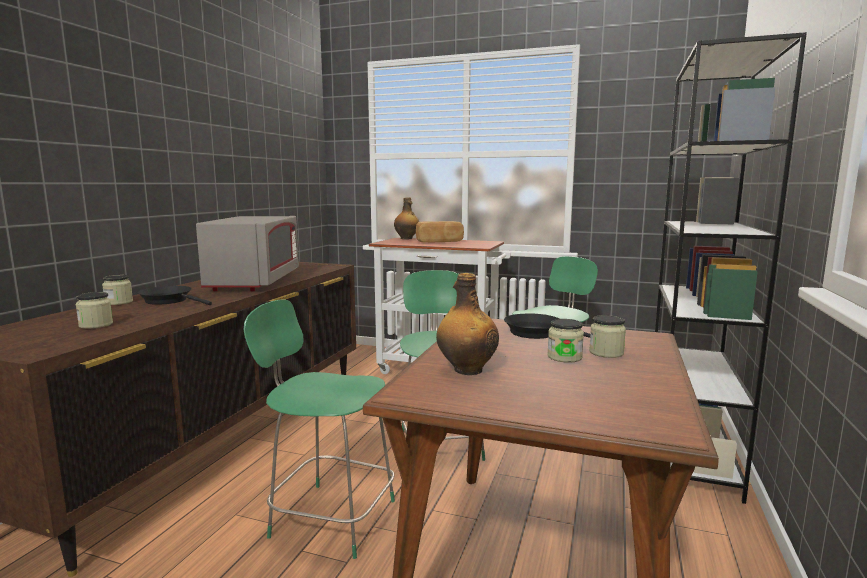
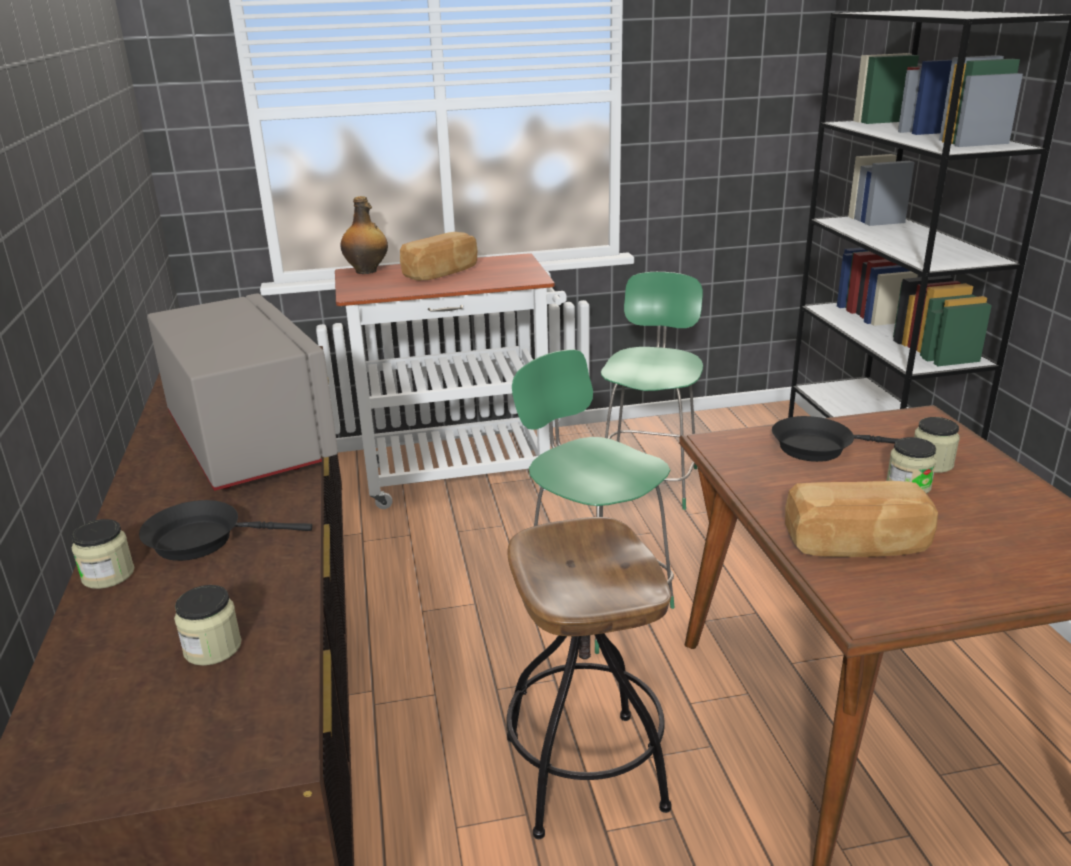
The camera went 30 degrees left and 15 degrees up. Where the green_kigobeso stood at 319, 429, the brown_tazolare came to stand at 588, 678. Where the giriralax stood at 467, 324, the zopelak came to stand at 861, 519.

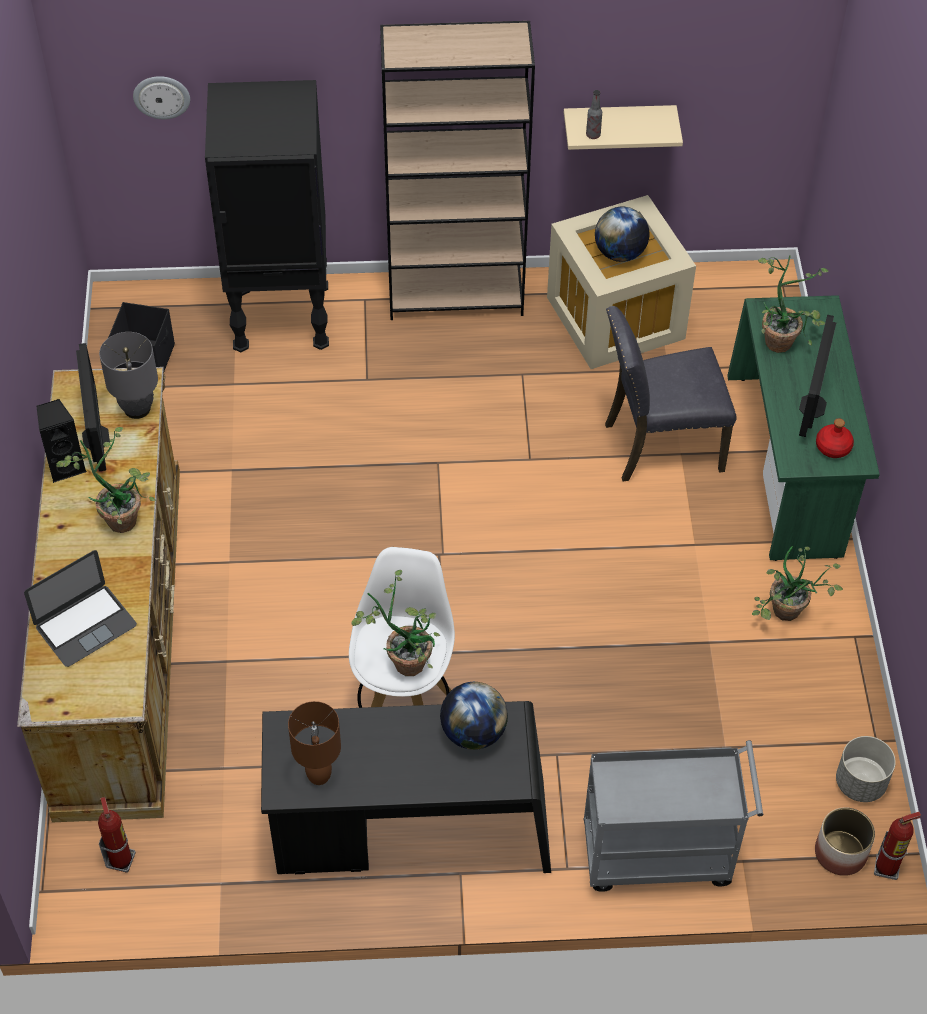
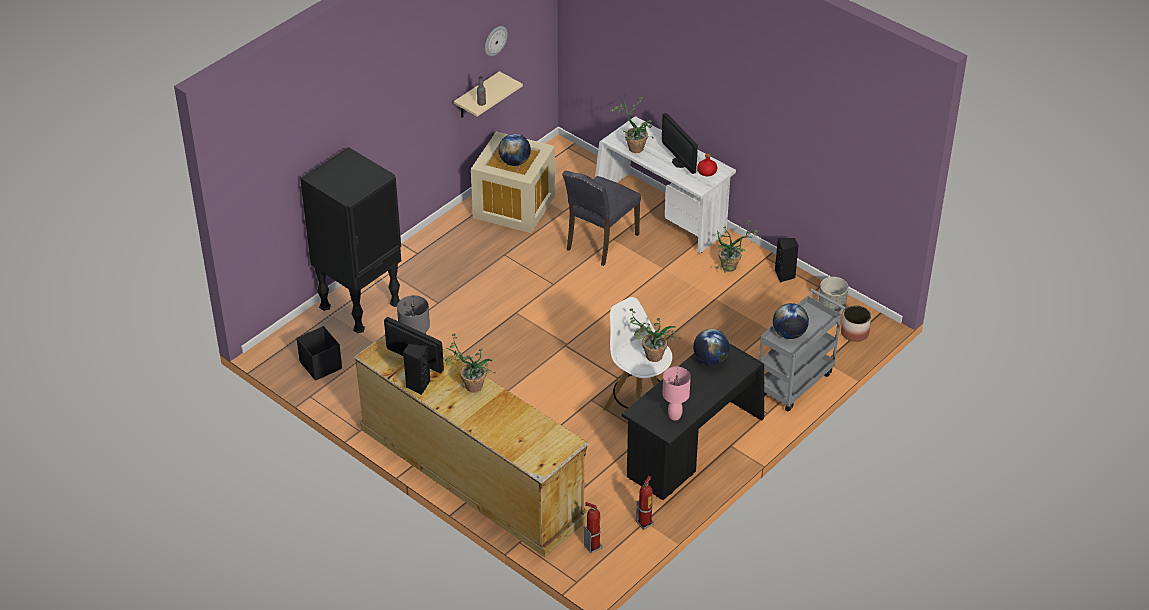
The camera went 45 degrees left and 10 degrees down. The second view lost the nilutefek at 80, 608. The second view lost the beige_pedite at 457, 170. The second view gained the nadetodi at 791, 321. The second view gained the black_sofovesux at 787, 260. The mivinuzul ended up elsewhere, having gone from 161, 97 to 496, 41. The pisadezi ended up elsewhere, having gone from 897, 846 to 645, 503. What was the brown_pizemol at 314, 743 turned into the pink_pizemol at 676, 394. What was the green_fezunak at 803, 428 turned into the white_fezunak at 665, 184.

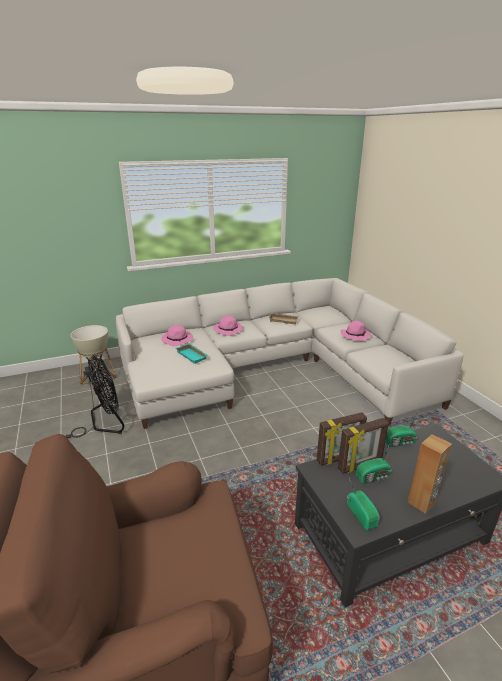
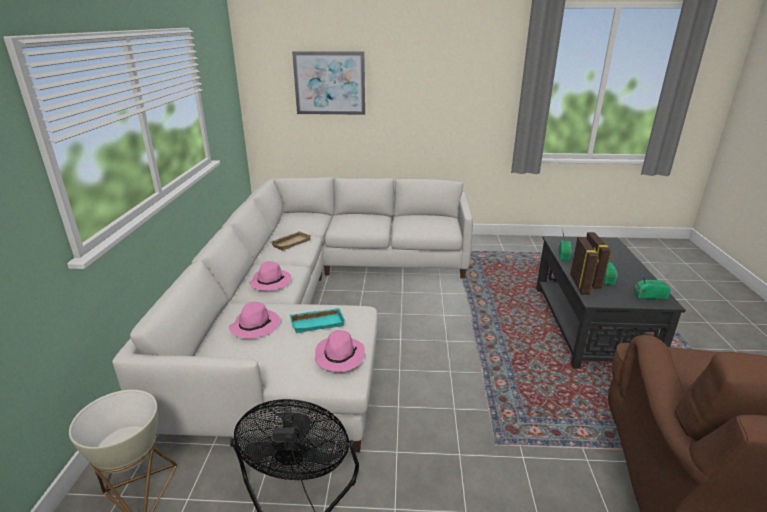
The camera went 65 degrees left and 0 degrees up. The second view lost the brown_sofovesux at 430, 474. The second view gained the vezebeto at 328, 83. The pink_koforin ended up elsewhere, having gone from 355, 331 to 339, 351.

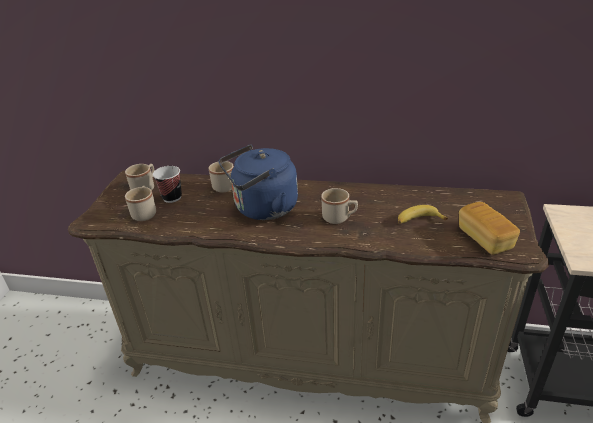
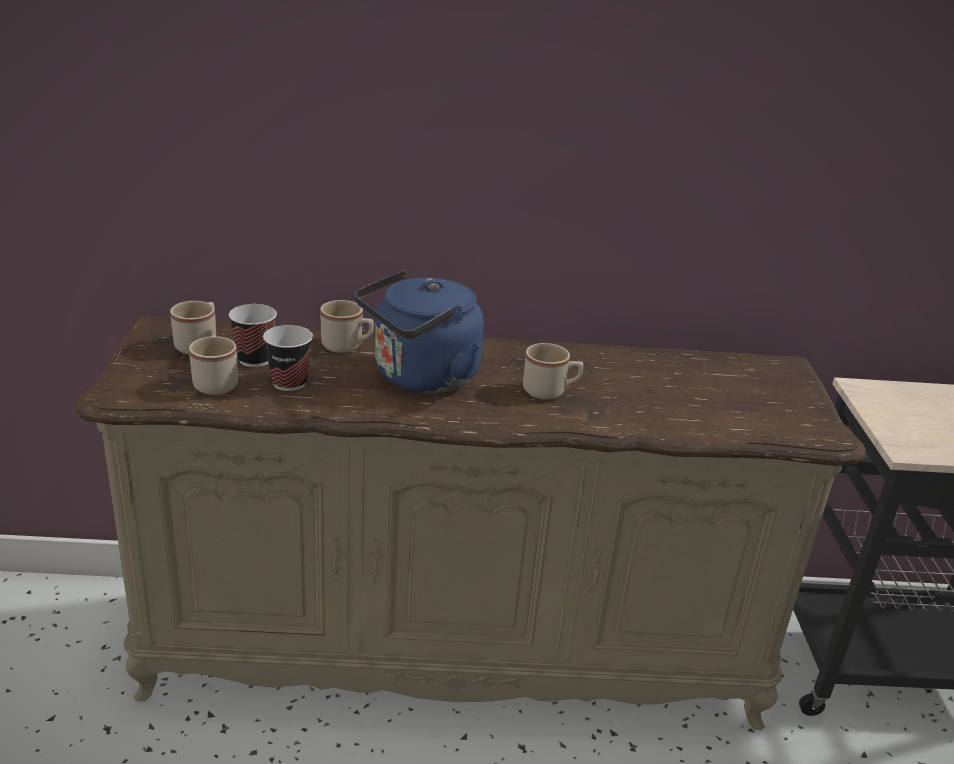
The camera went 15 degrees left and 5 degrees down. The second view lost the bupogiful at 423, 214. The second view lost the zopelak at 489, 228. The second view gained the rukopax at 288, 358.

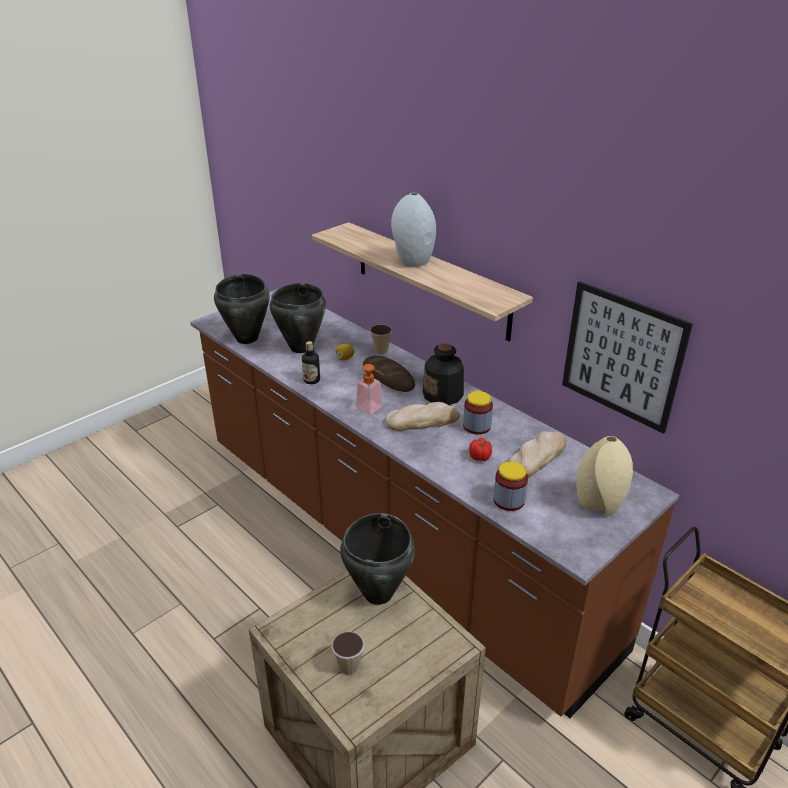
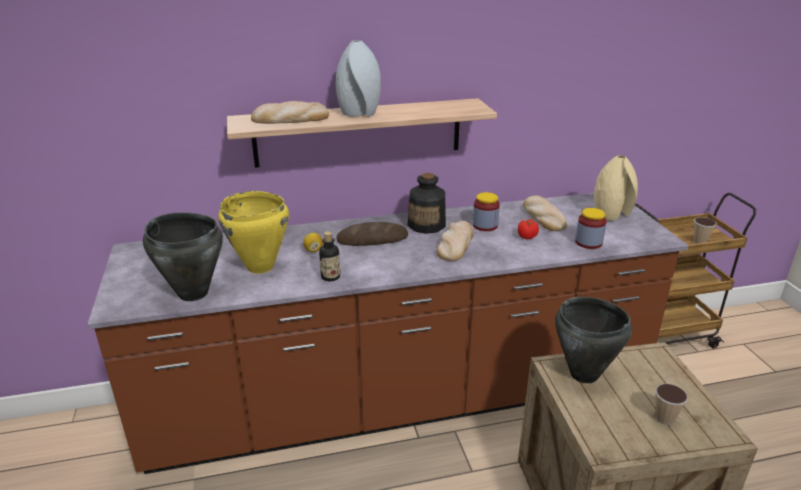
The camera went 60 degrees left and 5 degrees down. The second view lost the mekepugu at 370, 389. The second view lost the vezebeto at 627, 357. The second view gained the zopelak at 290, 112. The rukopax ended up elsewhere, having gone from 381, 340 to 705, 230. What was the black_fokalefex at 297, 318 turned into the yellow_fokalefex at 253, 232.

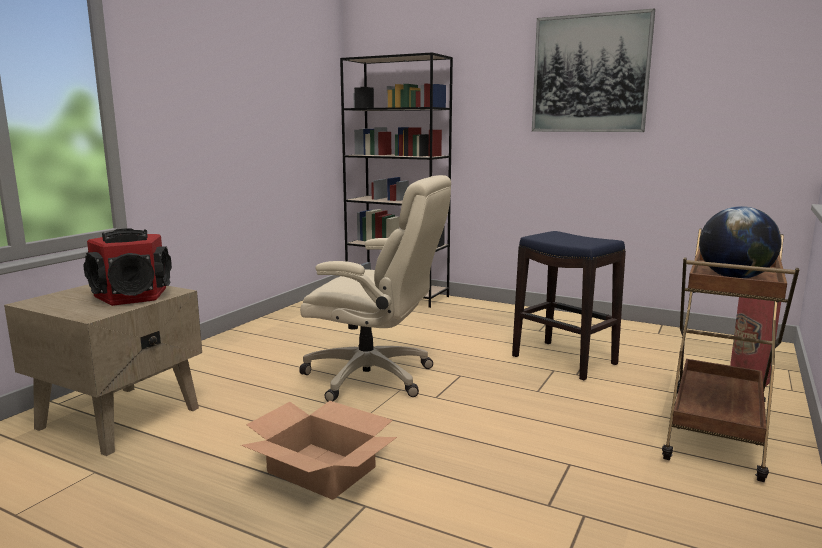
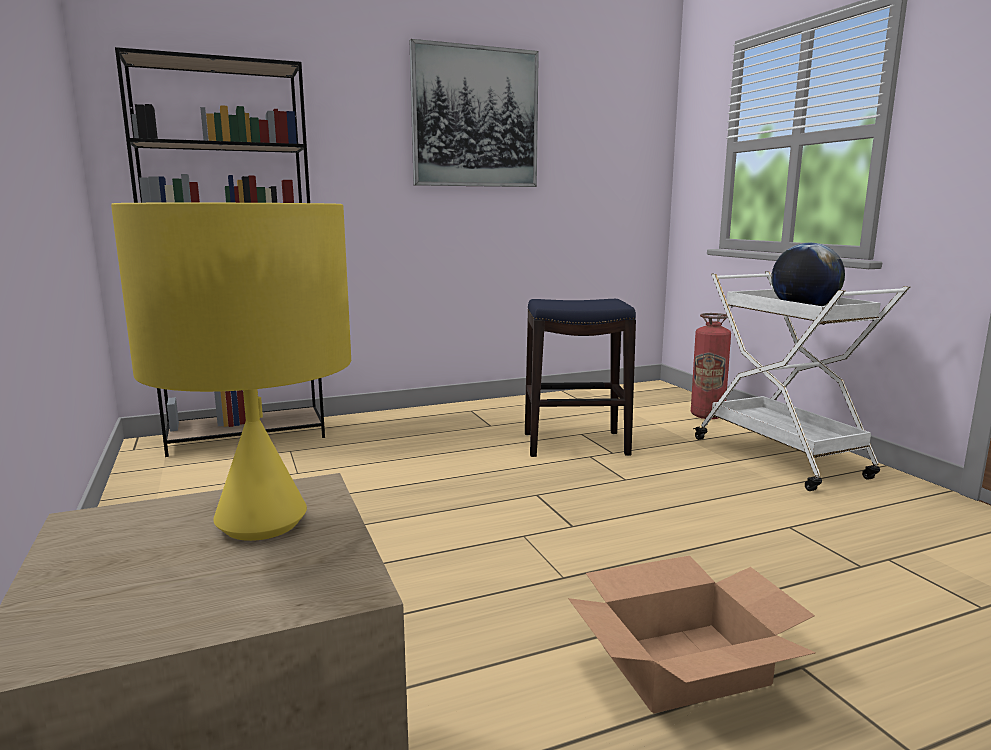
The camera went 50 degrees left and 0 degrees up. The second view lost the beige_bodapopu at 375, 288. Where the sofovesux stood at 127, 267, the yellow_pizemol came to stand at 231, 372. What was the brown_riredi at 730, 355 turned into the white_riredi at 802, 381.

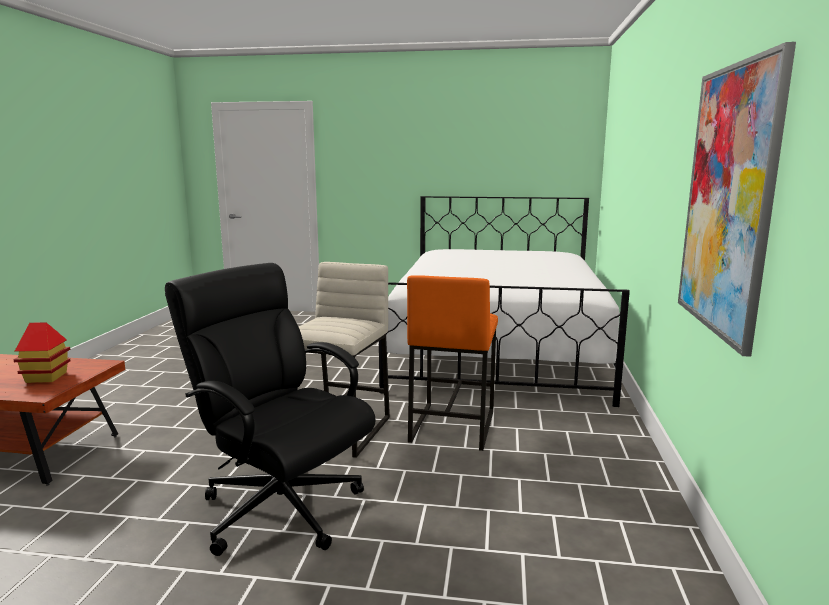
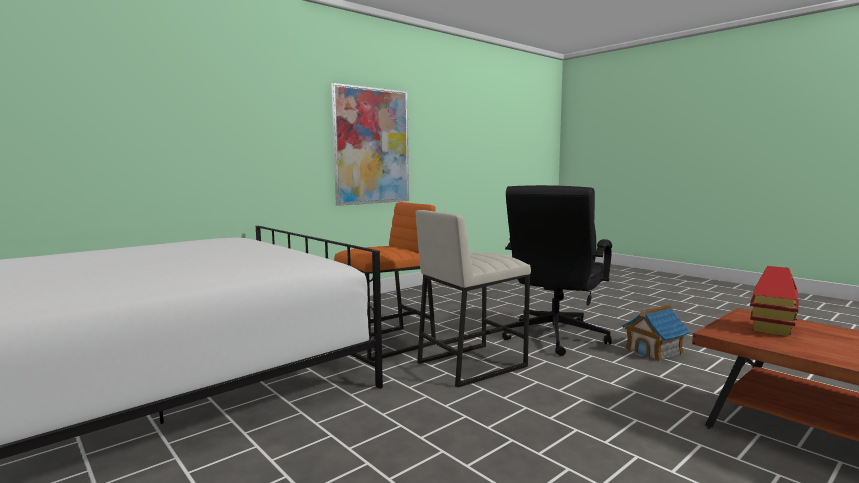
The camera went 140 degrees left and 5 degrees down. The second view gained the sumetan at 656, 333. The black_bodapopu at 270, 409 ended up facing another way, 45 degrees clockwise from before.

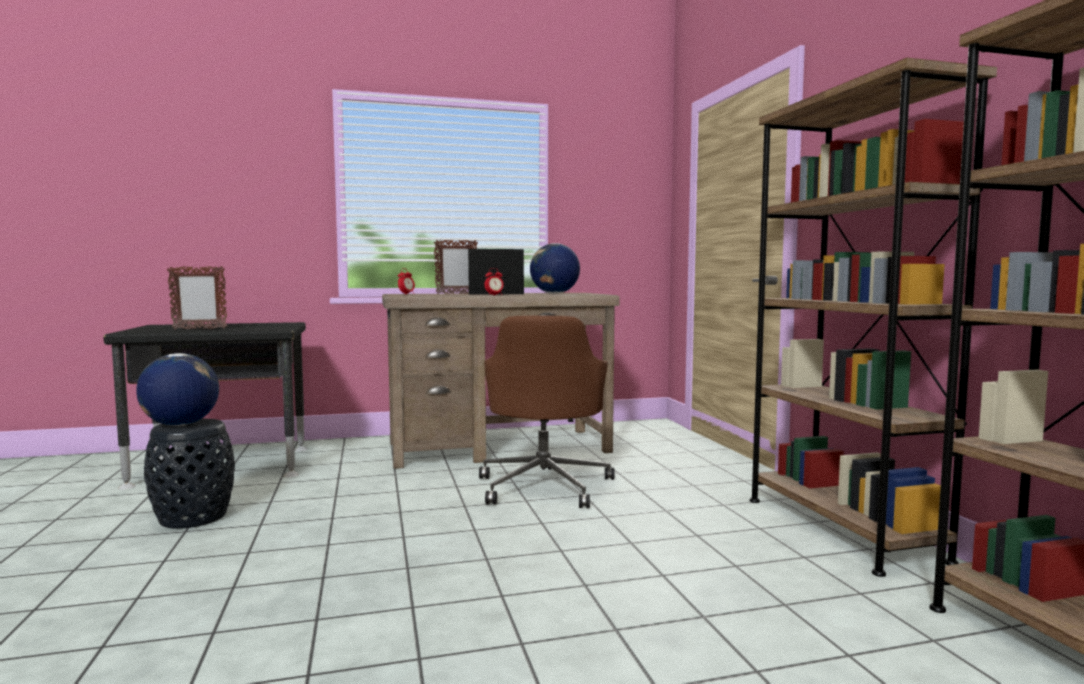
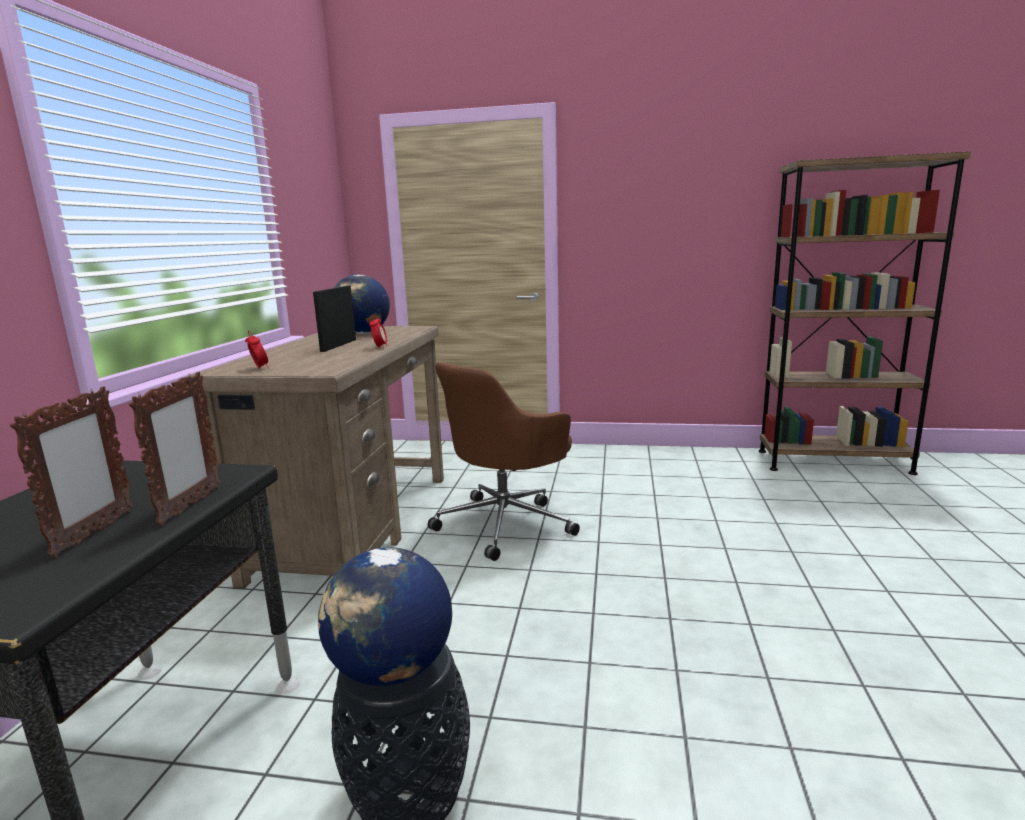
The camera went 65 degrees left and 10 degrees up. The second view lost the brown_pedite at 873, 317. The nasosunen ended up elsewhere, having gone from 456, 267 to 175, 449. The brown_bodapopu at 546, 411 ended up facing another way, 105 degrees clockwise from before.

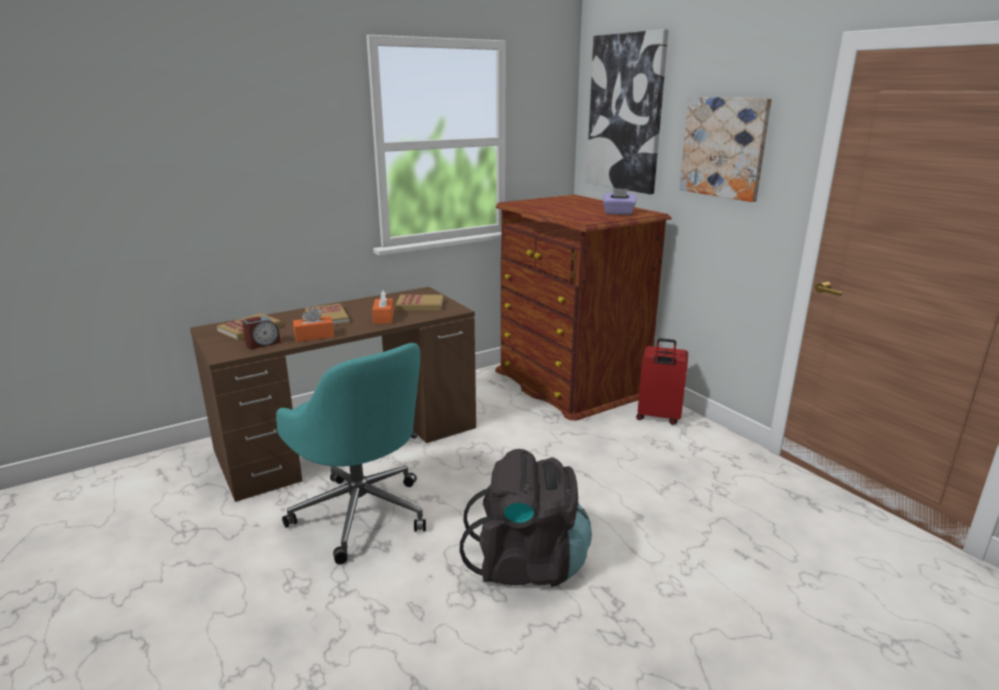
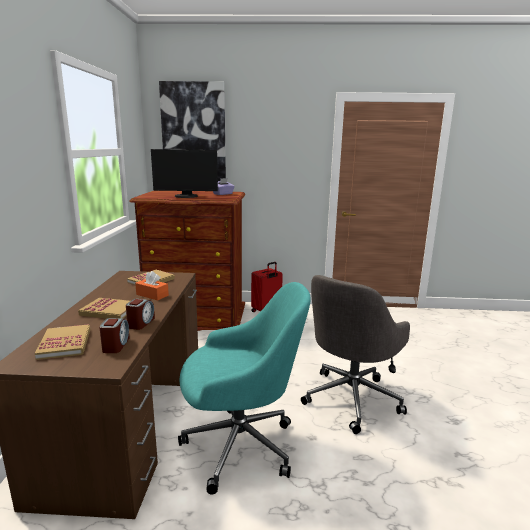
The camera went 55 degrees left and 5 degrees down. The second view lost the vezebeto at 725, 149. The second view gained the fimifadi at 184, 173. Where the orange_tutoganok stood at 313, 324, the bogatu came to stand at 140, 314. Where the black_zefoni stood at 526, 518, the grey_bodapopu came to stand at 355, 354.

